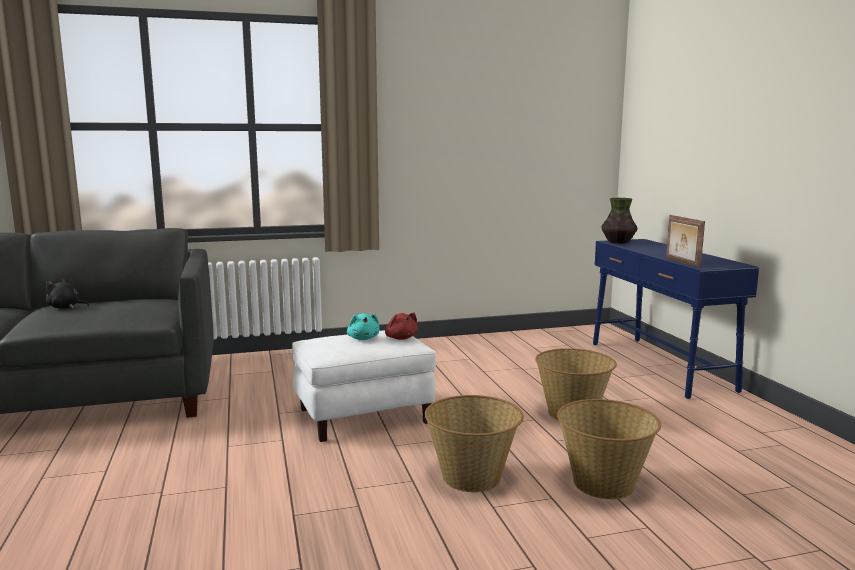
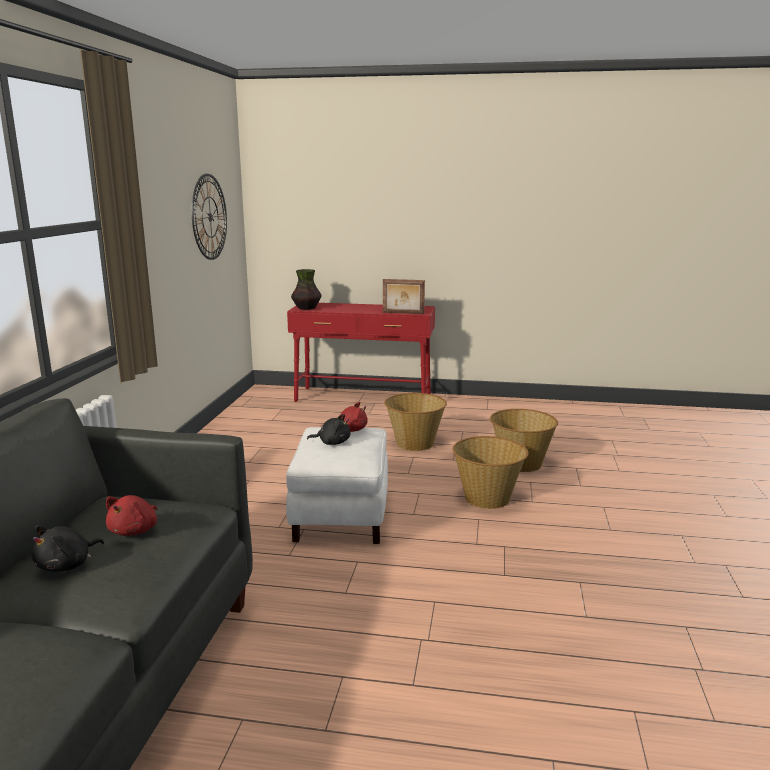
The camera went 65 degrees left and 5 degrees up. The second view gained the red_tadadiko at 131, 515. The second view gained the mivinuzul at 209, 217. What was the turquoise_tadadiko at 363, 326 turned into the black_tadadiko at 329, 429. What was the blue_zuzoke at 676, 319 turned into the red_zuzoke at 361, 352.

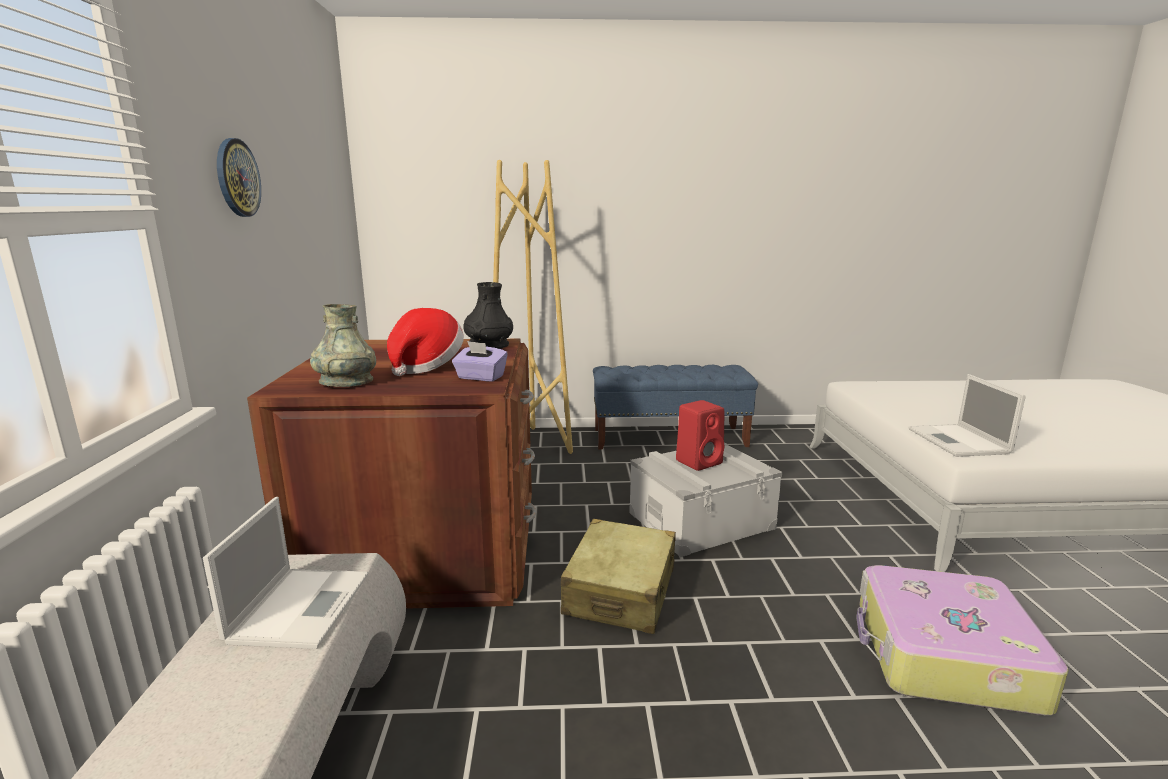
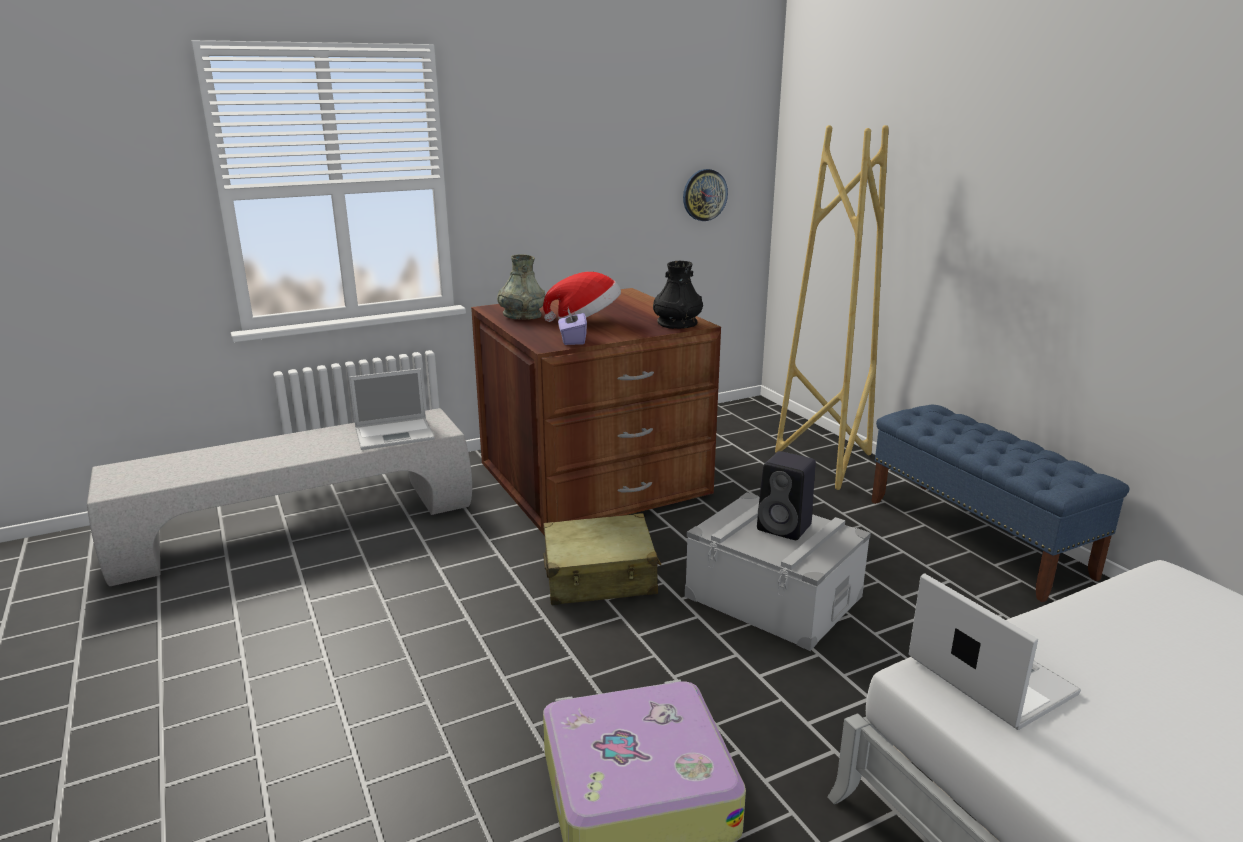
The camera went 65 degrees right and 5 degrees up. The mivinuzul ended up elsewhere, having gone from 239, 177 to 705, 195. What was the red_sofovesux at 700, 435 turned into the black_sofovesux at 786, 495. The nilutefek at 967, 415 ended up facing another way, 90 degrees clockwise from before.

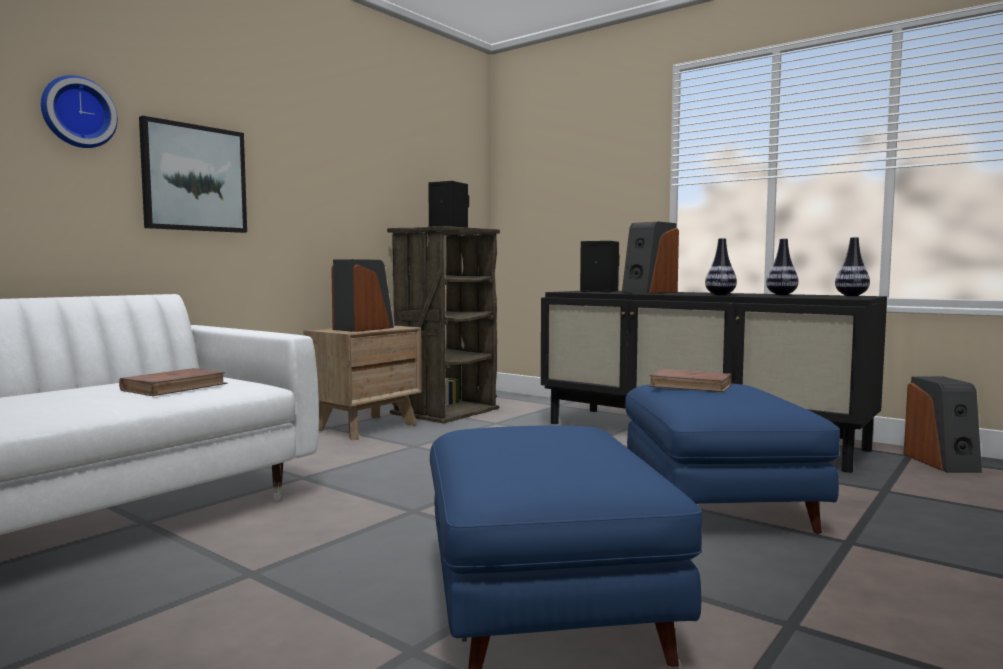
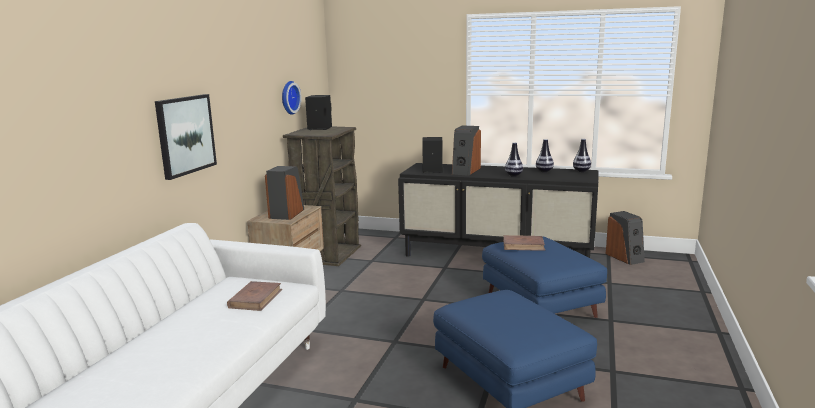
The camera went 20 degrees left and 10 degrees up. The mivinuzul ended up elsewhere, having gone from 79, 111 to 291, 98.

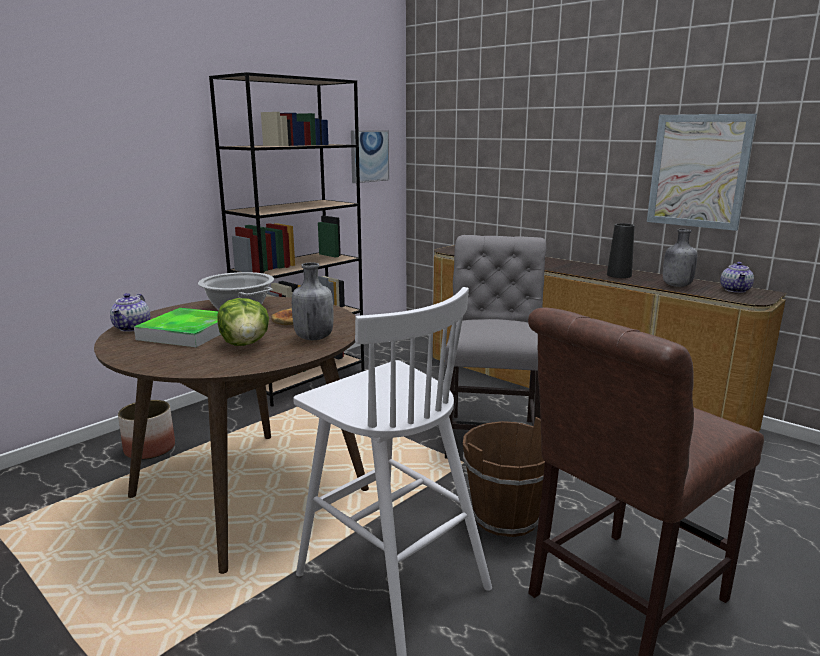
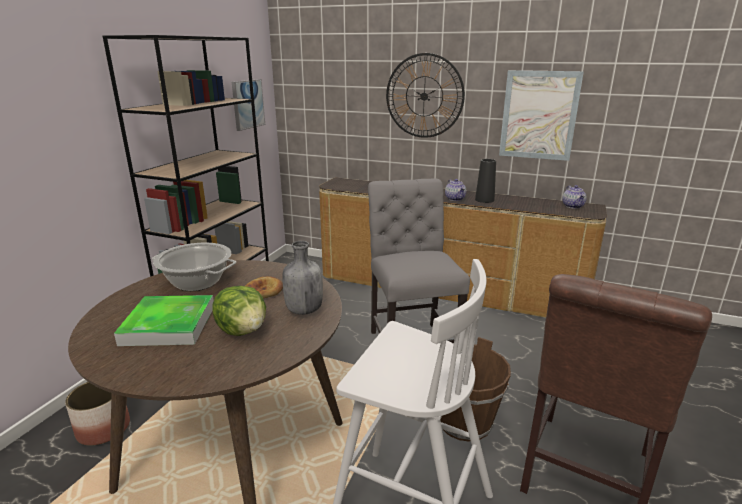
The camera went 20 degrees left and 5 degrees up. The second view lost the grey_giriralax at 680, 258. The second view gained the mivinuzul at 425, 95. The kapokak ended up elsewhere, having gone from 130, 312 to 455, 190.

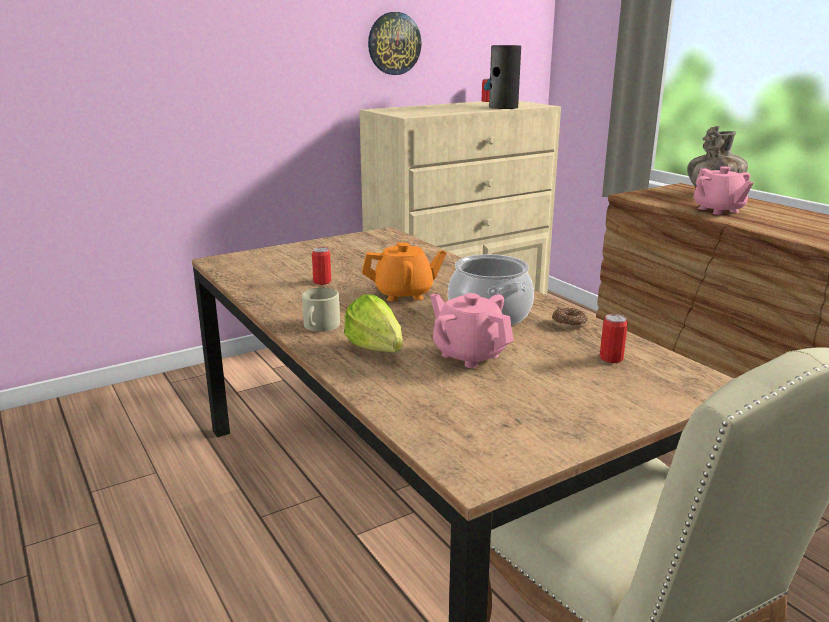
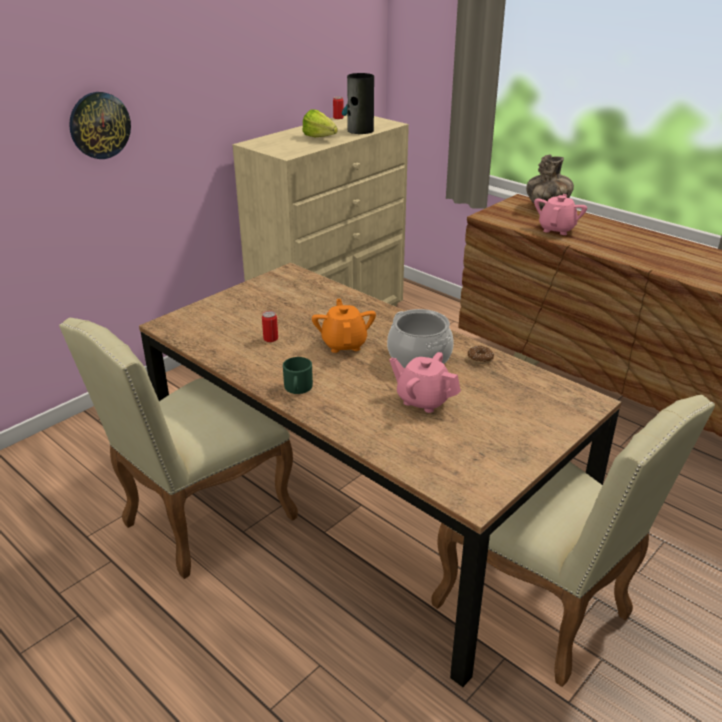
The camera went 15 degrees left and 10 degrees up. The second view lost the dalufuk at 614, 338. The second view gained the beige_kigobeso at 178, 448. The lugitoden ended up elsewhere, having gone from 373, 323 to 320, 123. The mivinuzul ended up elsewhere, having gone from 395, 43 to 100, 125. What was the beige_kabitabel at 321, 310 turned into the green_kabitabel at 298, 375. The orange_kapokak at 404, 271 ended up facing another way, 75 degrees counterclockwise from before. The pink_kapokak at 724, 190 ended up facing another way, 120 degrees counterclockwise from before.

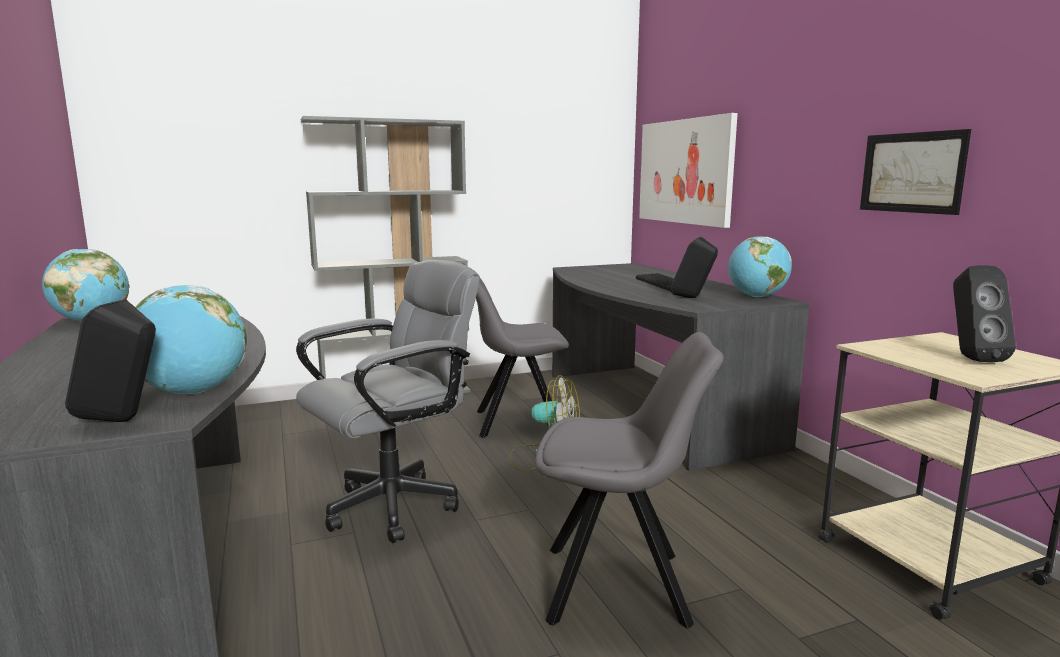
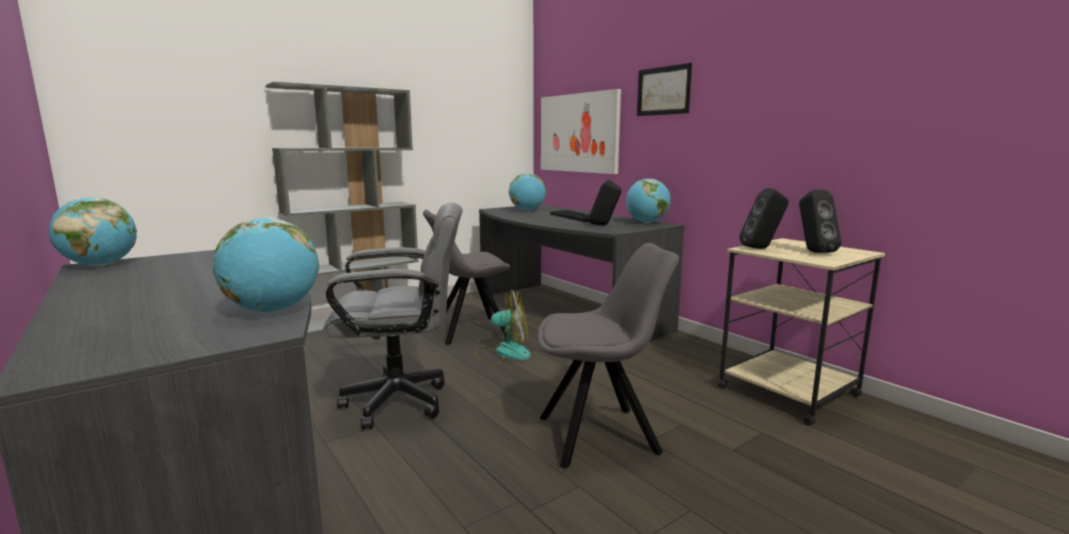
The camera went 15 degrees left and 0 degrees up. The second view gained the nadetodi at 527, 192. The black_sofovesux ended up elsewhere, having gone from 110, 360 to 764, 218. The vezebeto ended up elsewhere, having gone from 915, 172 to 664, 89. The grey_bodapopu at 388, 401 ended up facing another way, 45 degrees clockwise from before.

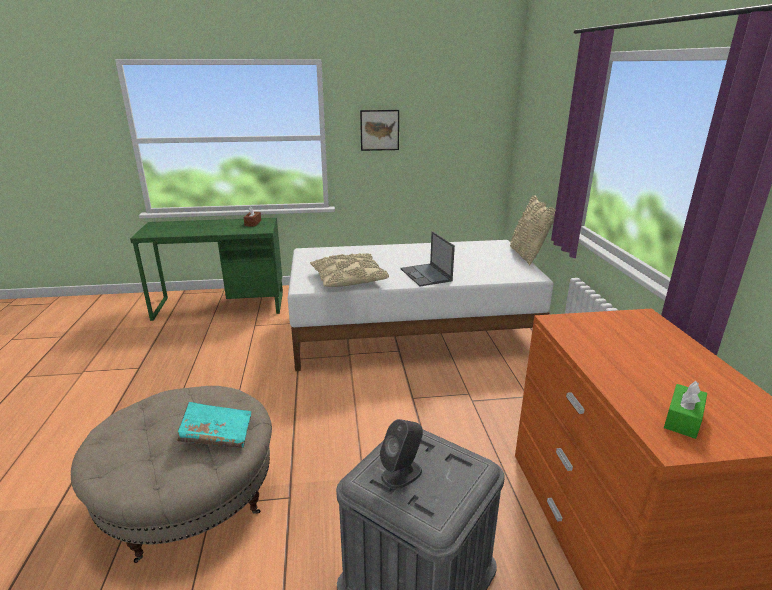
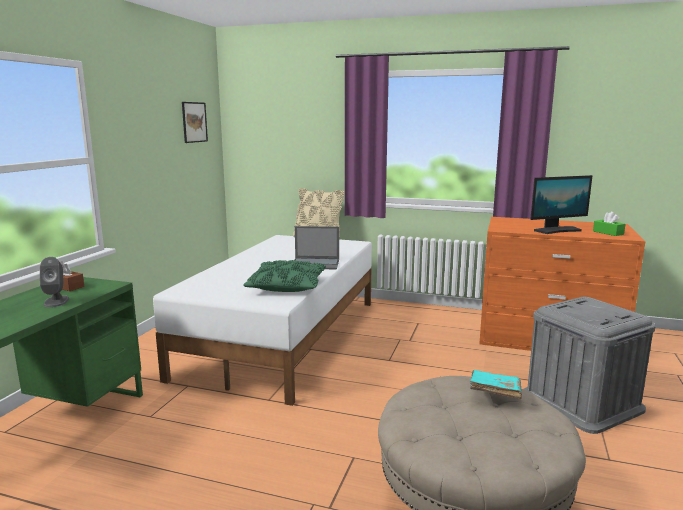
The camera went 65 degrees left and 10 degrees down. The second view gained the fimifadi at 561, 204. The vezebeto ended up elsewhere, having gone from 379, 130 to 195, 122. The grey_sofovesux ended up elsewhere, having gone from 401, 454 to 54, 282. What was the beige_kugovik at 349, 270 turned into the green_kugovik at 284, 276.

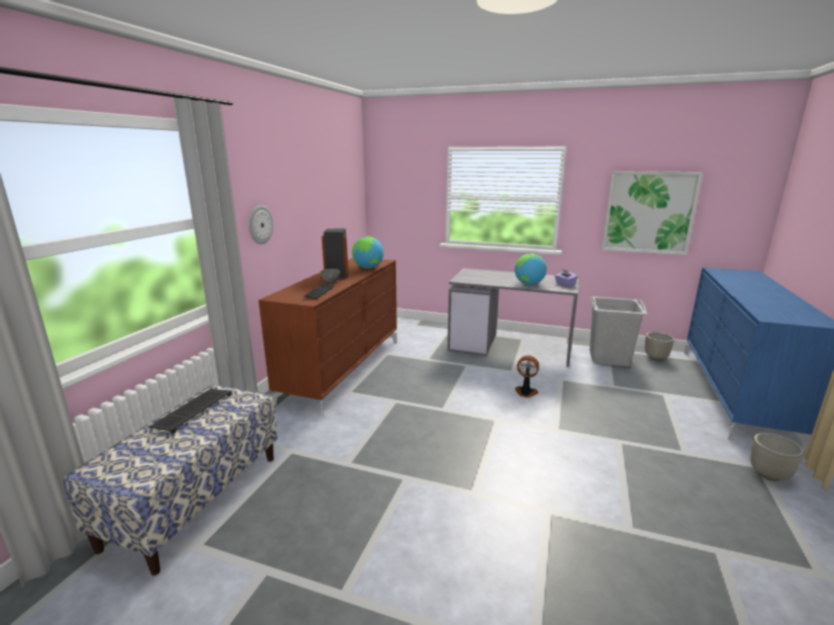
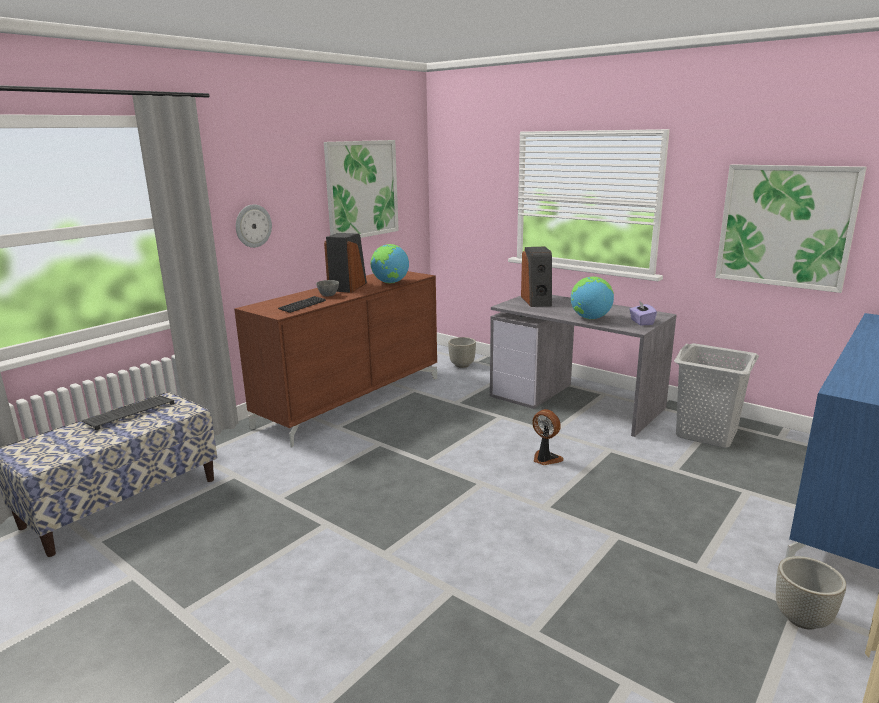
The camera went 20 degrees right and 0 degrees up. The second view gained the vezebeto at 361, 189. The second view gained the sofovesux at 536, 277. The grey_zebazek ended up elsewhere, having gone from 659, 346 to 462, 352.

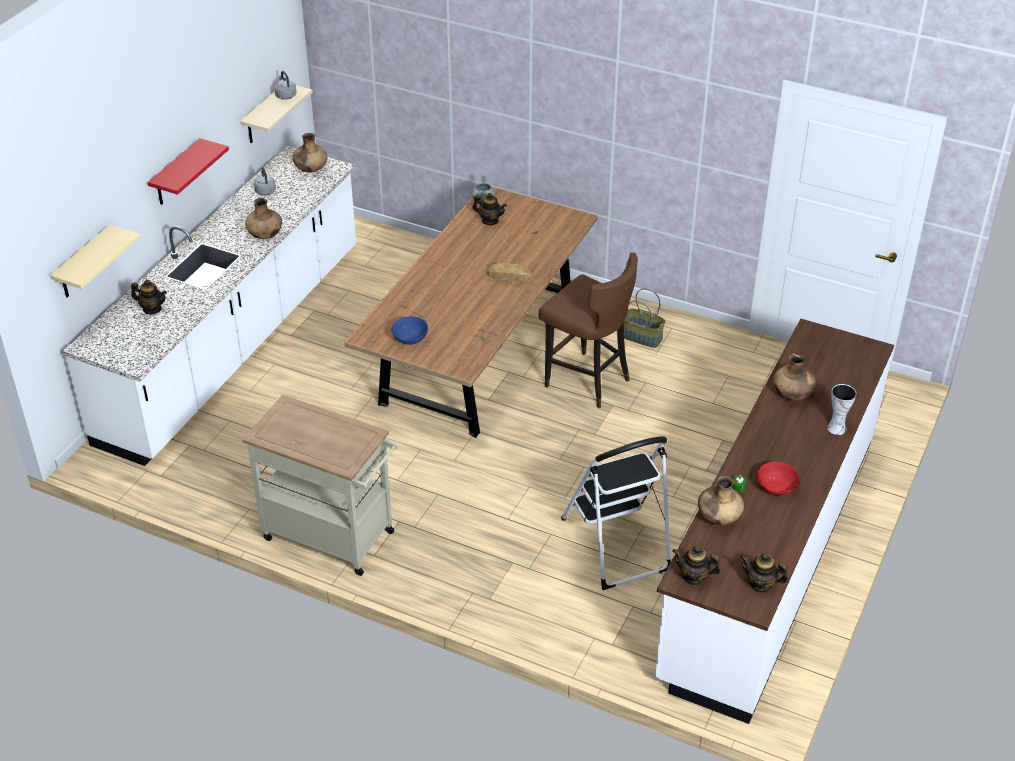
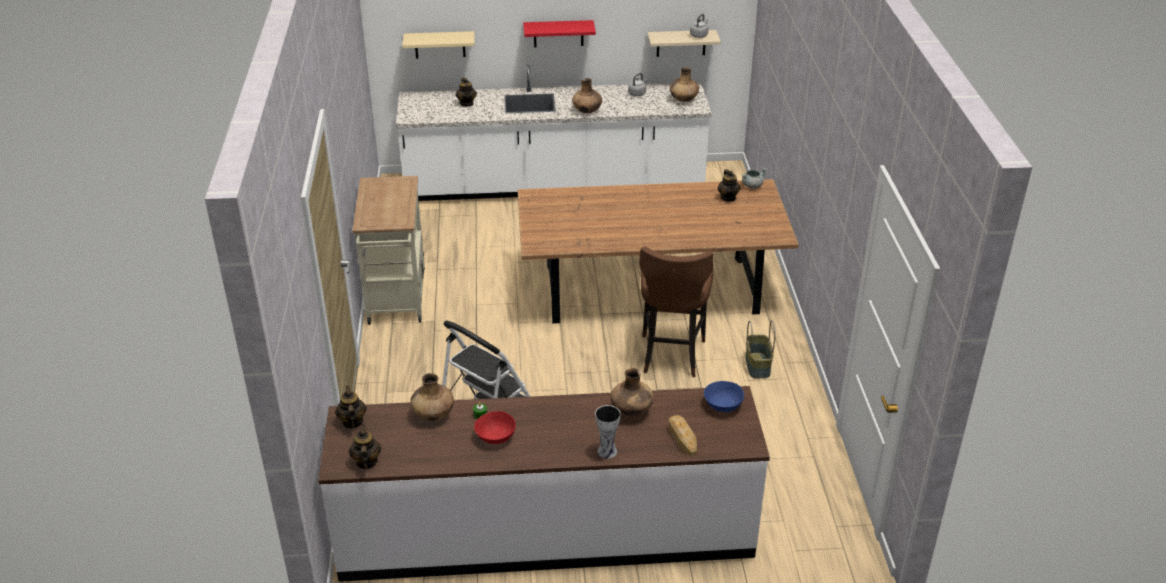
The camera went 60 degrees right and 5 degrees down. The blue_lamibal ended up elsewhere, having gone from 409, 330 to 724, 396. The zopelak ended up elsewhere, having gone from 509, 272 to 683, 435.

